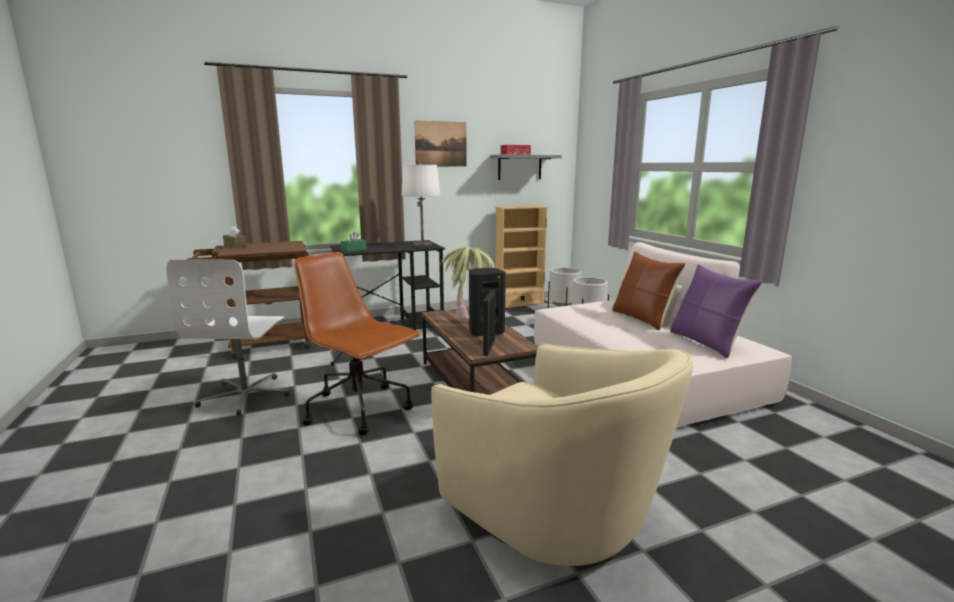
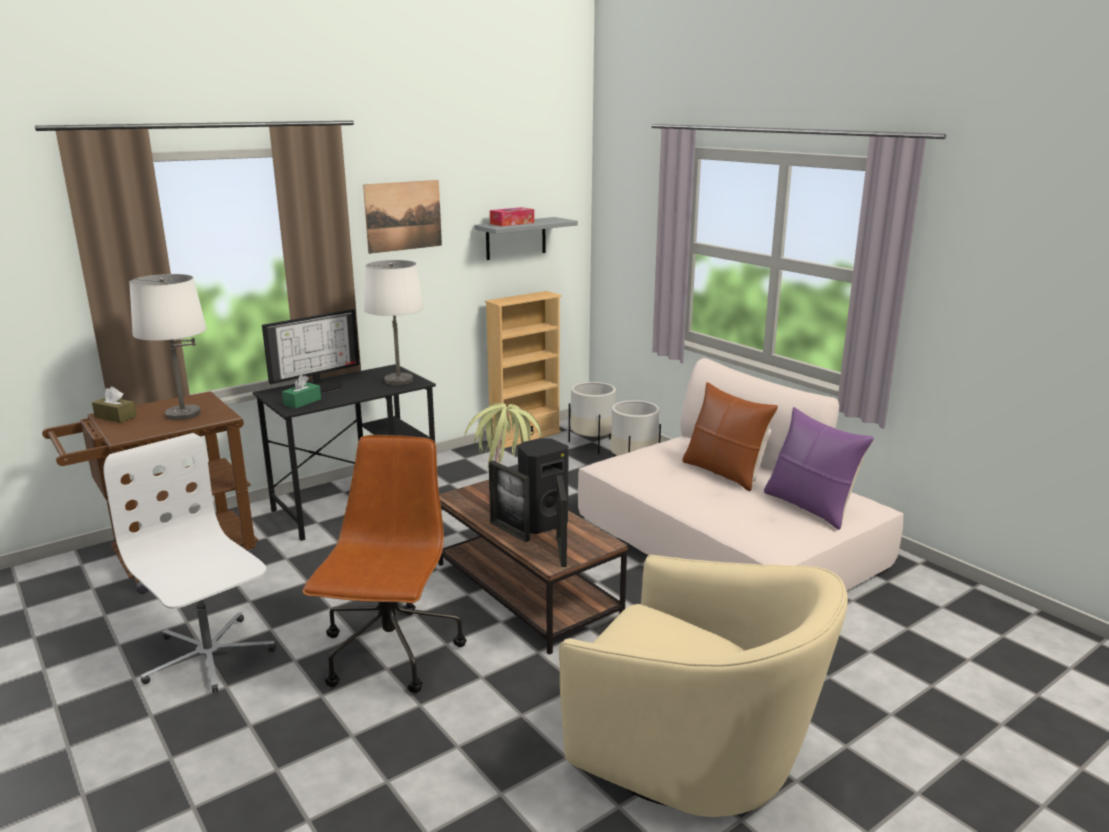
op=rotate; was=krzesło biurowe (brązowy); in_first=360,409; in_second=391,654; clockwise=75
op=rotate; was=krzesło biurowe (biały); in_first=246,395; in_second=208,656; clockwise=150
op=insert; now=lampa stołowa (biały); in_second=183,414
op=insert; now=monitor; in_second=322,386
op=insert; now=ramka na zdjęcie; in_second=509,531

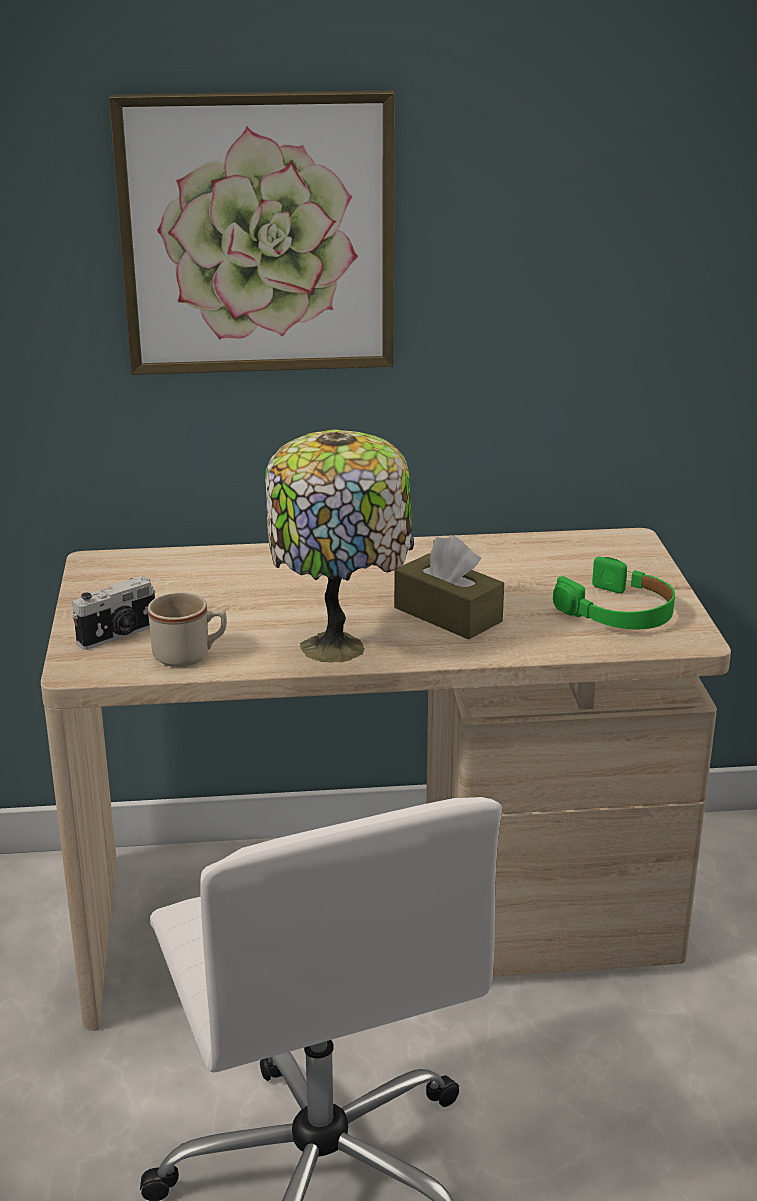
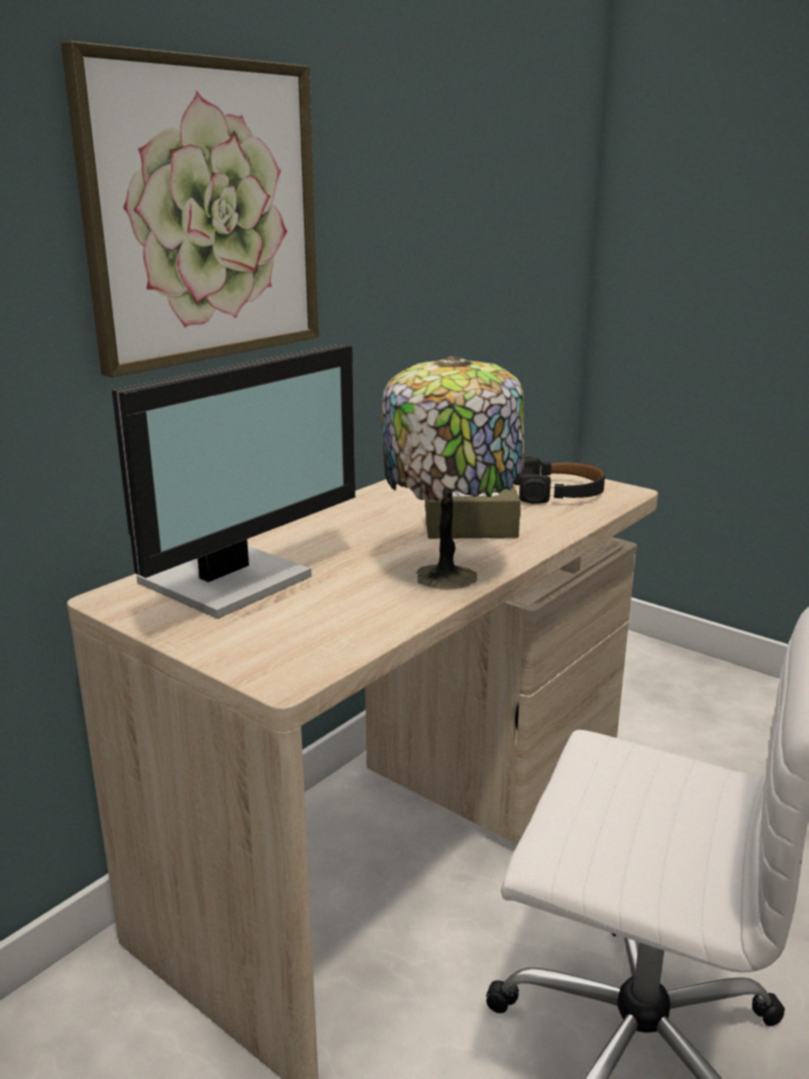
op=recolor; was=słuchawki (zielony); now=słuchawki (czarny); in_first=618,612; in_second=558,492
op=delete; was=aparat fotograficzny; in_first=118,635
op=delete; was=kubek (beżowy); in_first=190,655
op=insert; now=monitor; in_second=232,581

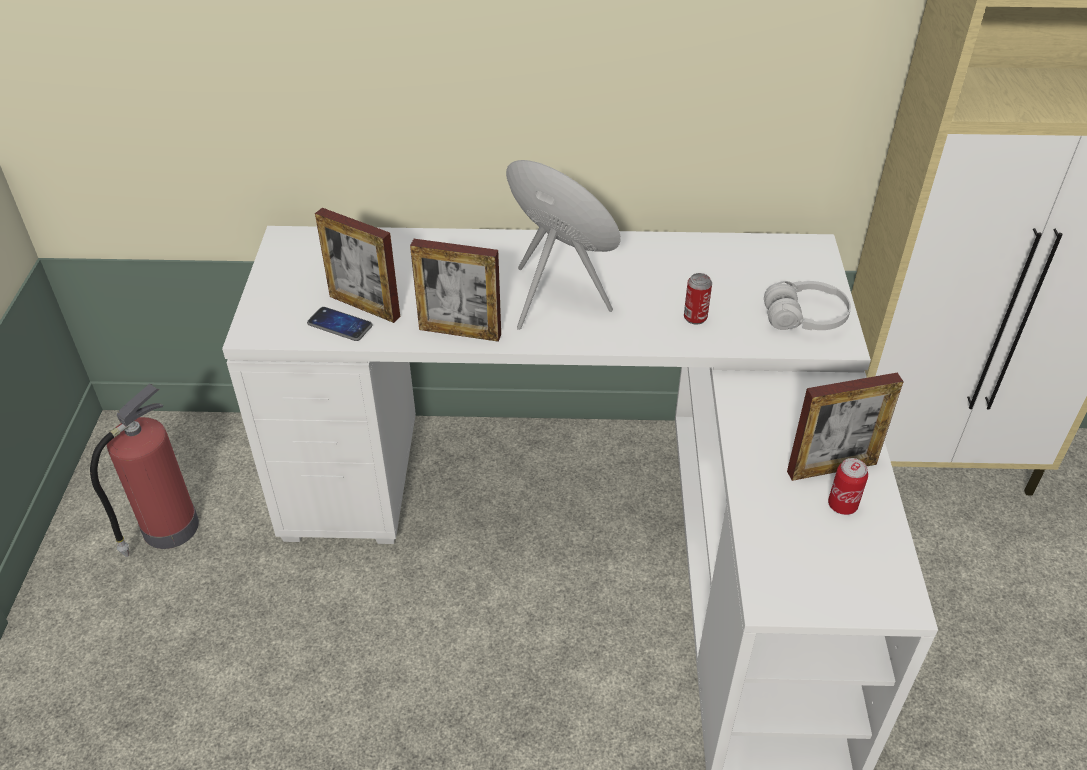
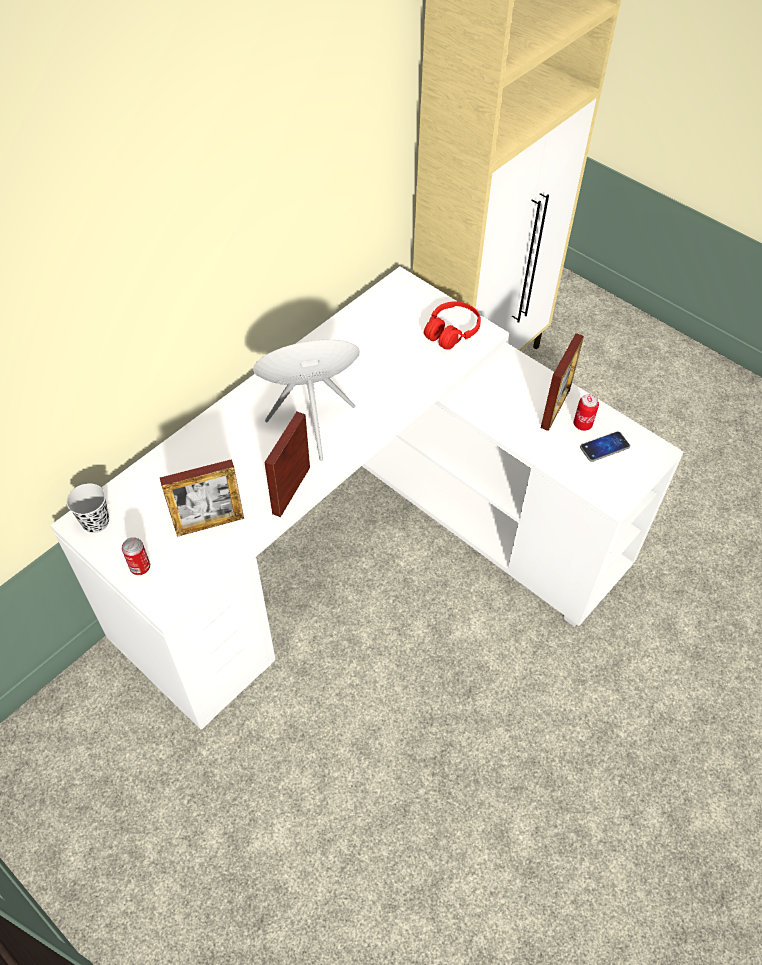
op=rotate; was=ramka na zdjęcie; in_first=460,332; in_second=291,490; clockwise=150
op=move; was=puszka; in_first=695,317; in_second=140,567
op=recolor; was=słuchawki (biały); now=słuchawki (czerwony); in_first=804,318; in_second=452,332
op=move; was=telefon; in_first=340,325; in_second=604,447
op=delete; was=gaśnica; in_first=167,529
op=insert; now=filiżanka (czarny); in_second=96,522

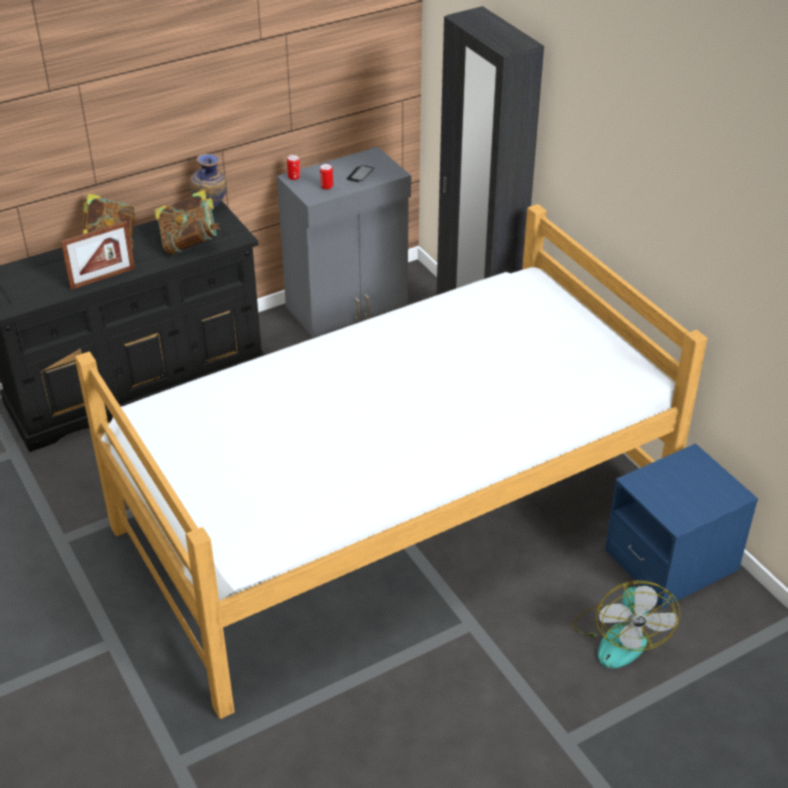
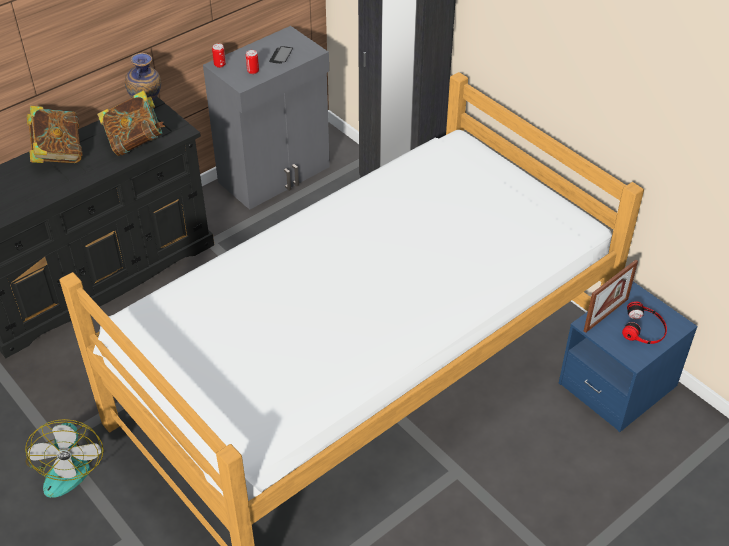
op=move; was=ramka na zdjęcie; in_first=102,278; in_second=606,315
op=move; was=wentylator; in_first=619,636; in_second=67,465
op=insert; now=słuchawki; in_second=644,328

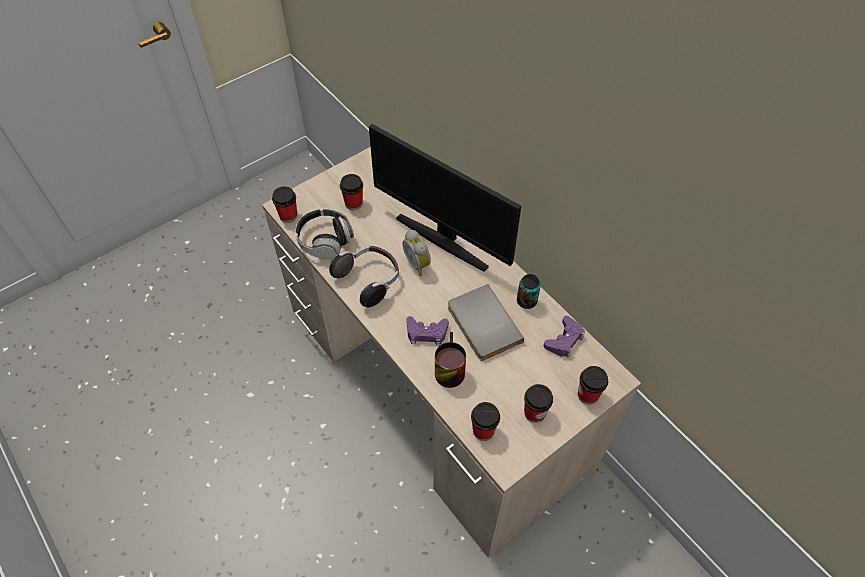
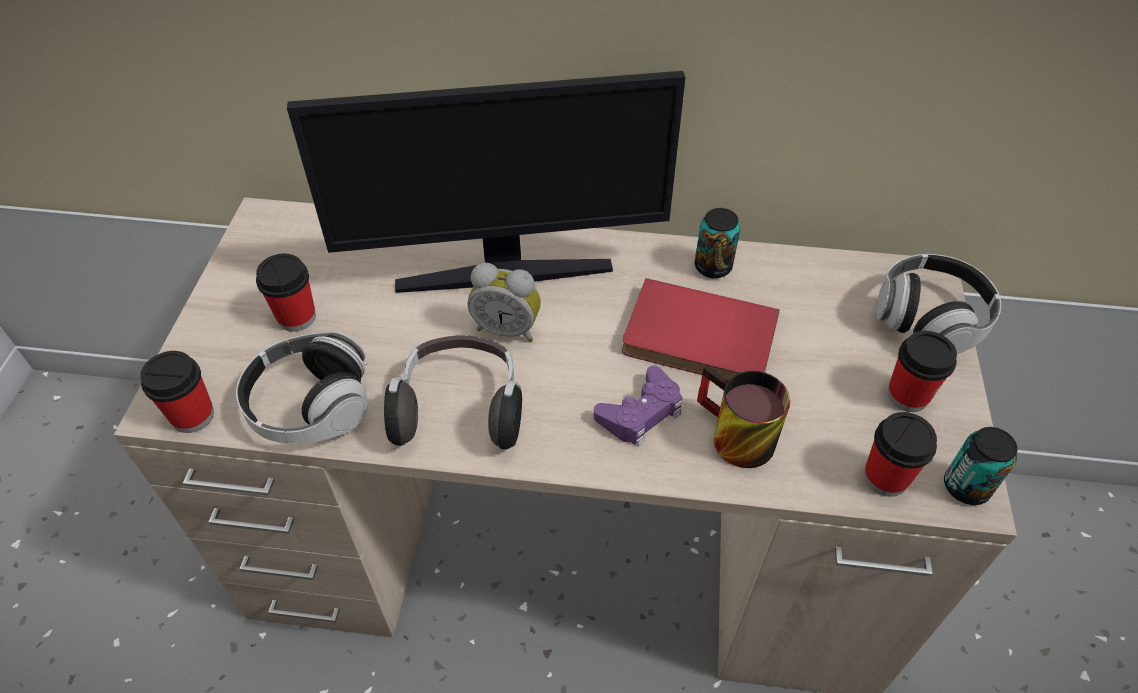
op=recolor; was=książka (szary); now=książka (czerwony); in_first=481,325; in_second=698,340
op=delete; was=pad do gier (fioletowy); in_first=564,340
op=replace; was=filiżanka; now=słuchawki; in_first=588,394; in_second=929,320
op=insert; now=puszka; in_second=966,487

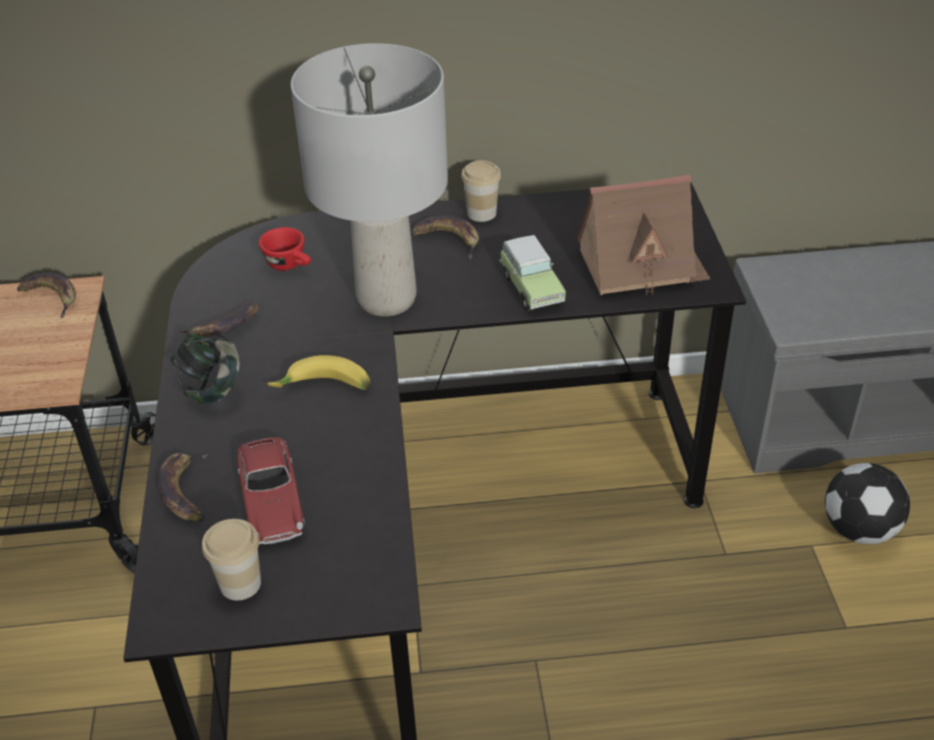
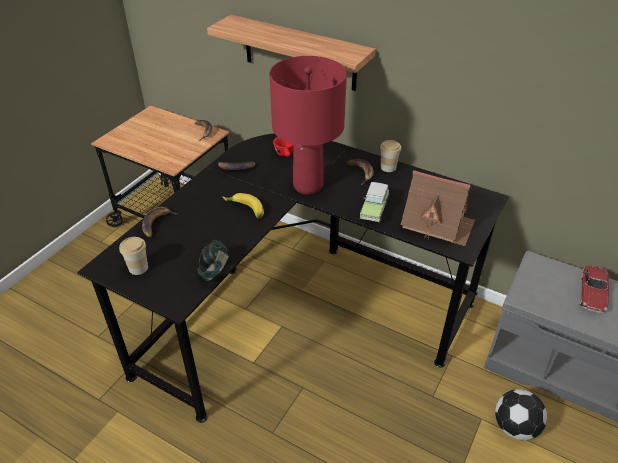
op=recolor; was=lampa stołowa (szary); now=lampa stołowa (czerwony); in_first=387,300; in_second=308,186
op=move; was=słuchawki; in_first=211,388; in_second=215,271
op=move; was=samochodzik; in_first=272,501; in_second=592,294
op=insert; now=półka; in_second=299,53

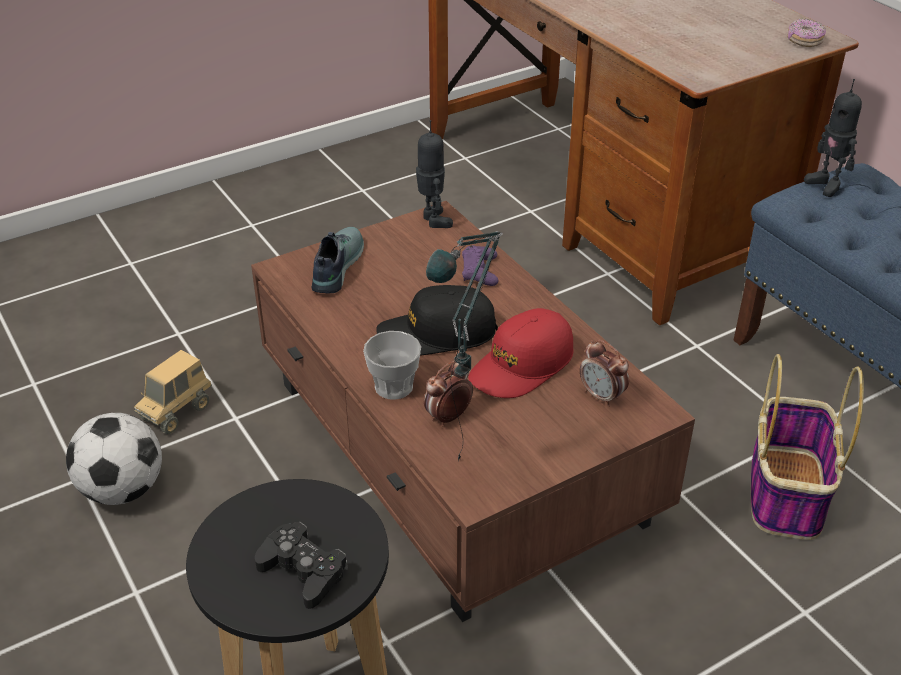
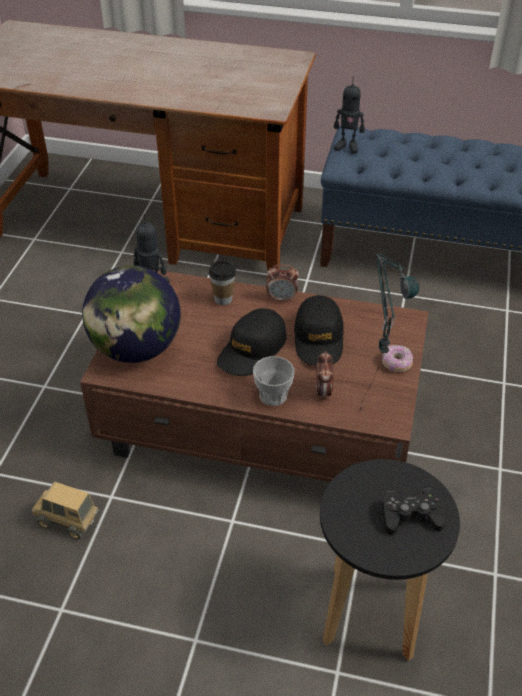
op=move; was=donut; in_first=804,41; in_second=396,363
op=replace; was=but; now=globus; in_first=335,267; in_second=136,349
op=replace; was=pad do gier (fioletowy); now=filiżanka; in_first=479,271; in_second=223,299
op=recolor; was=czapka z daszkiem (czerwony); now=czapka z daszkiem (czarny); in_first=522,365; in_second=319,338
op=move; was=budzik; in_first=602,396; in_second=282,298
op=rotate; was=ciężarówka zabawkowa; in_first=176,413; in_second=68,522; clockwise=120
op=delete; was=koszyk; in_first=785,491
op=delete; was=piłka futbolowa; in_first=123,490

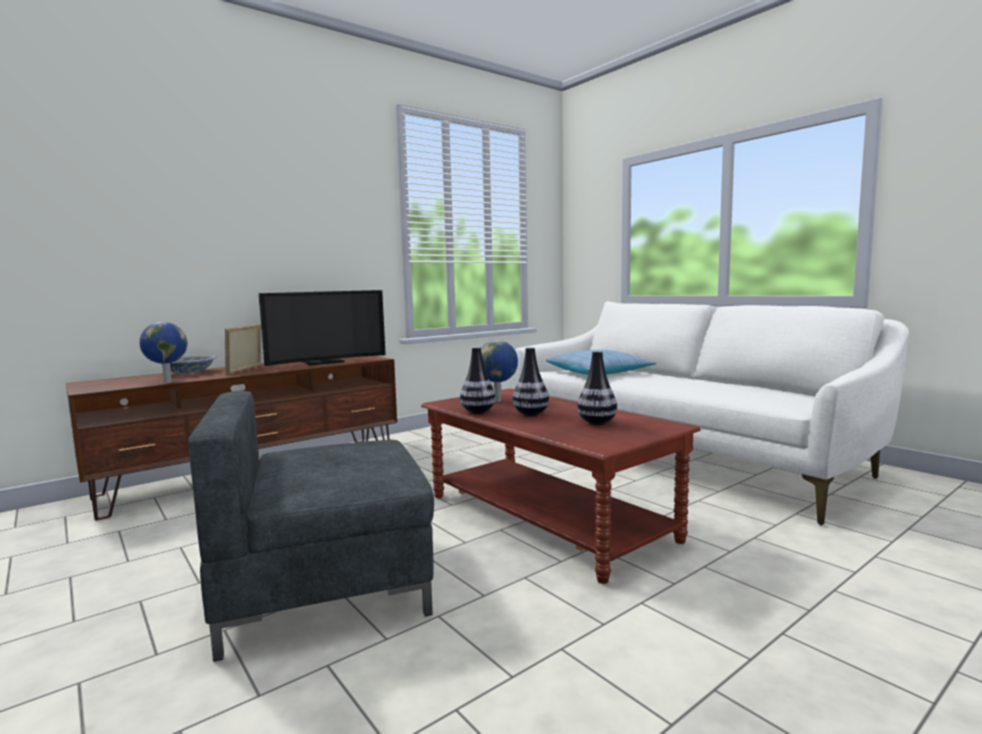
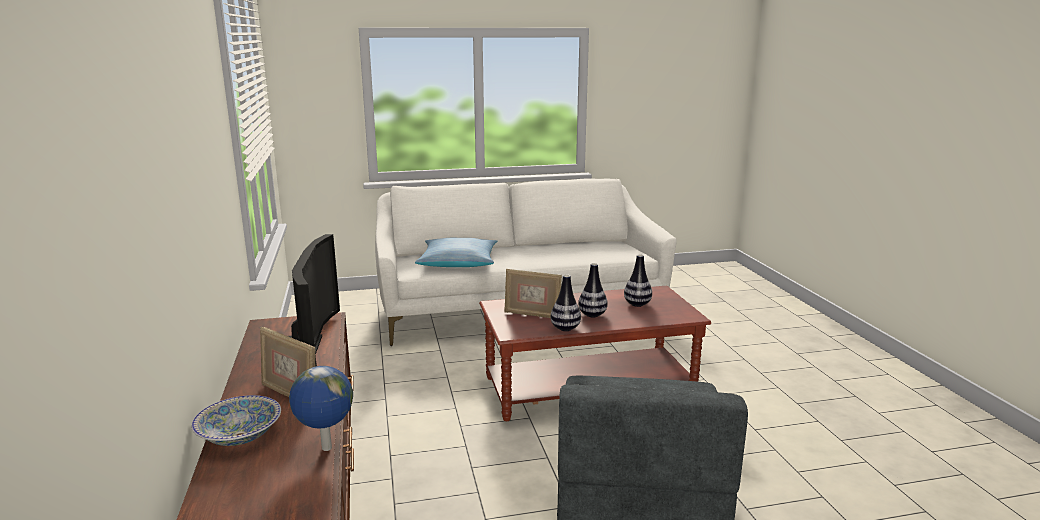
op=replace; was=globus; now=ramka na zdjęcie; in_first=498,401; in_second=532,314

